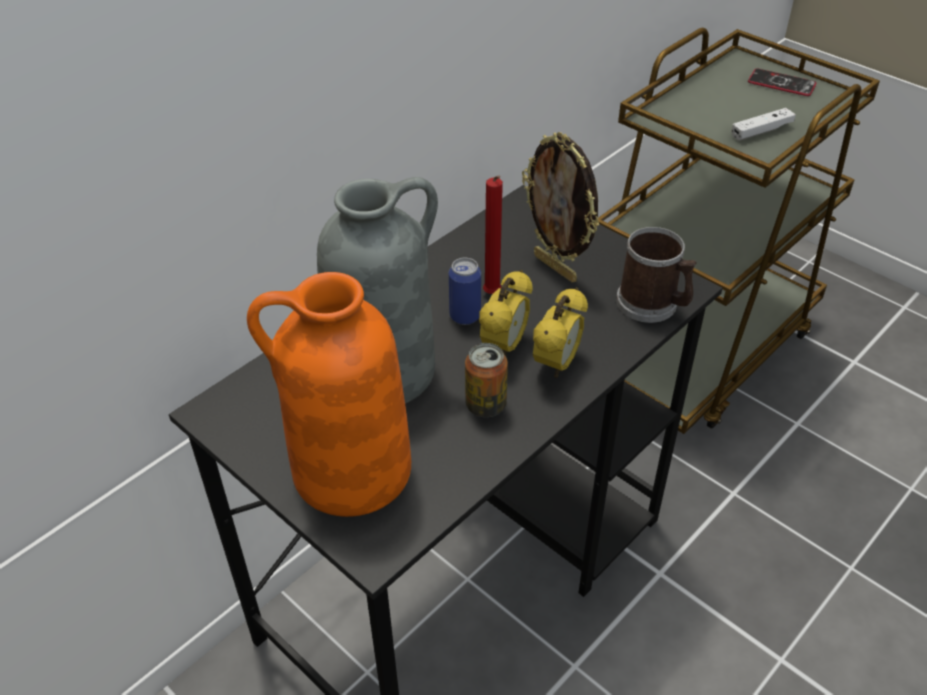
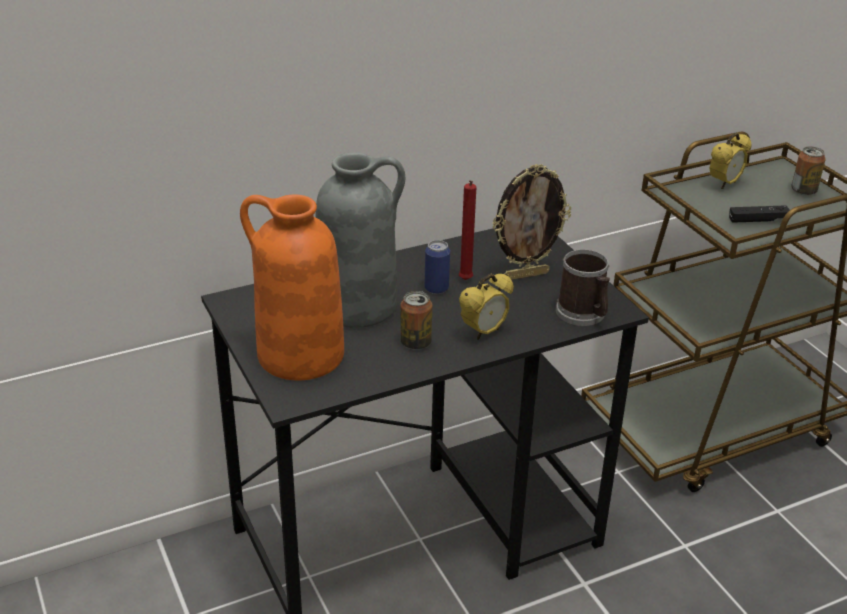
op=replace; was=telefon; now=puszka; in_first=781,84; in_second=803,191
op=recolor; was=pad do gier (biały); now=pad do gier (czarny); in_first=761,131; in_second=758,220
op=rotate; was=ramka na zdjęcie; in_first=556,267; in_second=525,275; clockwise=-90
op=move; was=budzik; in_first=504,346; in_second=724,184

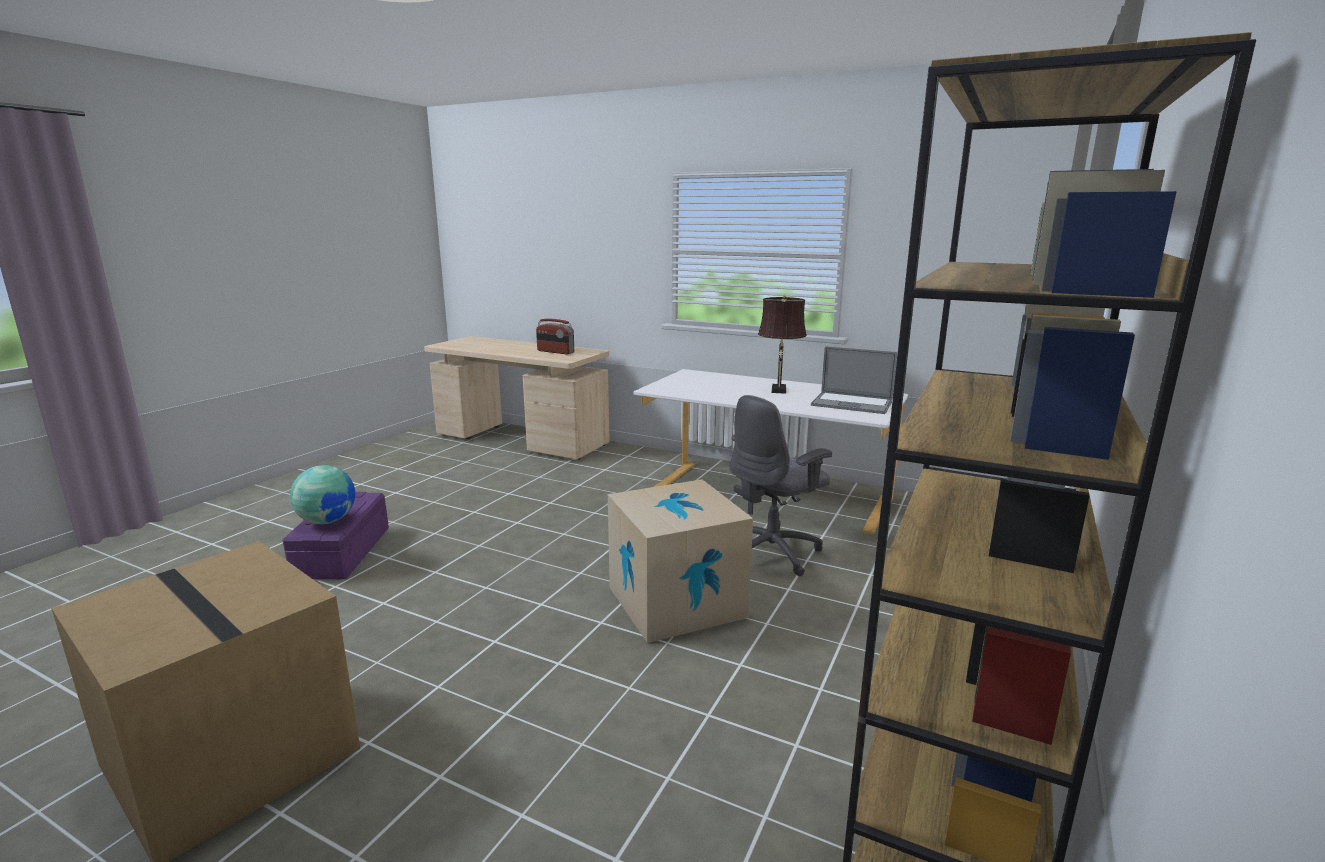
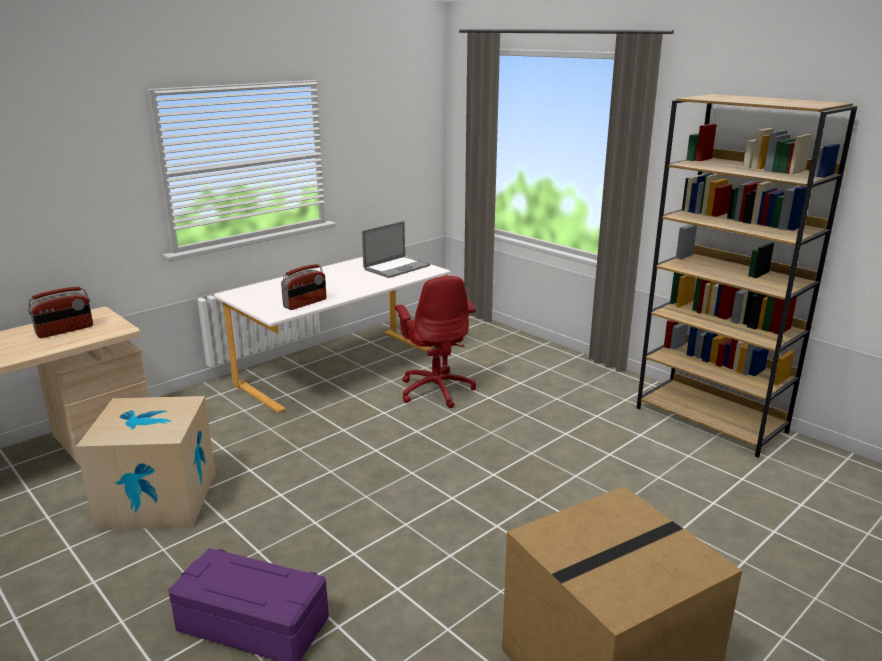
op=delete; was=lampa stołowa (brązowy); in_first=778,390
op=recolor; was=krzesło biurowe (szary); now=krzesło biurowe (czerwony); in_first=772,552; in_second=436,390
op=delete; was=globus; in_first=327,521
op=move; was=karton; in_first=676,602; in_second=158,499
op=insert; now=radio; in_second=305,303

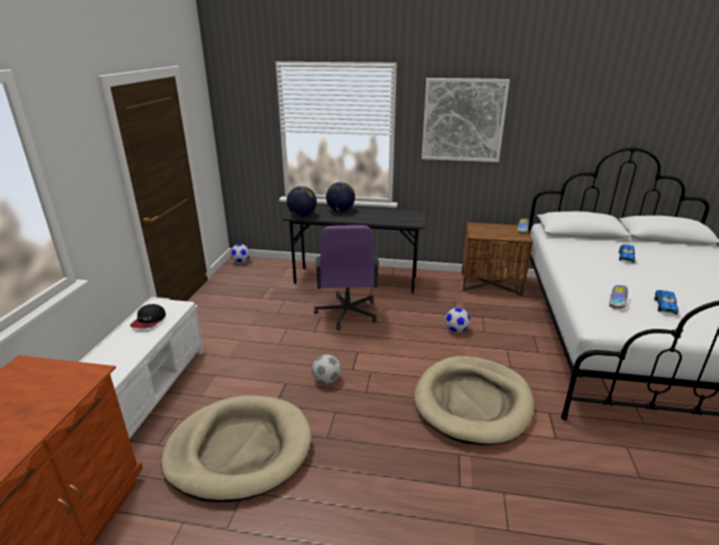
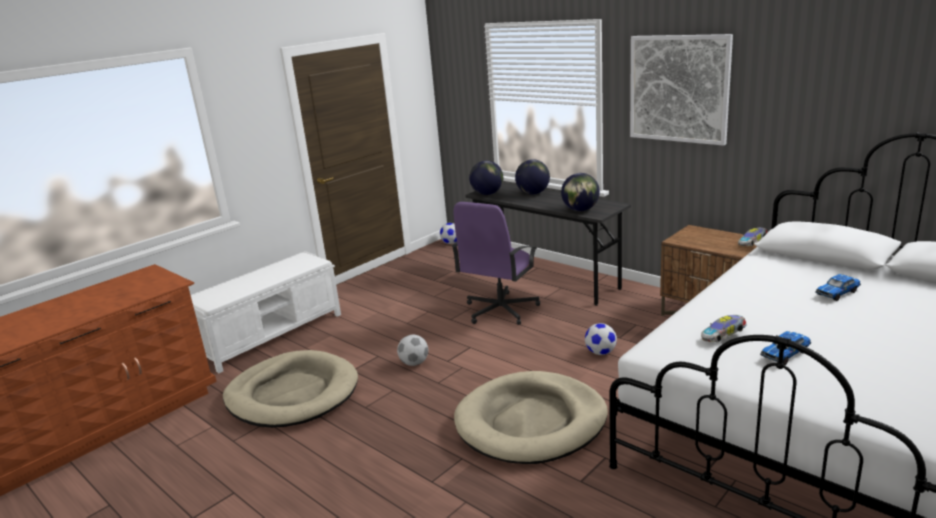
op=delete; was=czapka z daszkiem; in_first=149,321
op=insert; now=globus; in_second=580,210

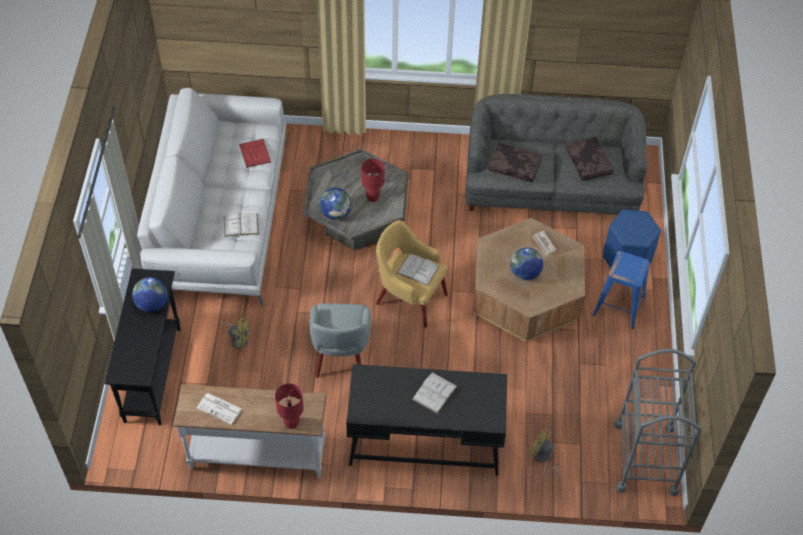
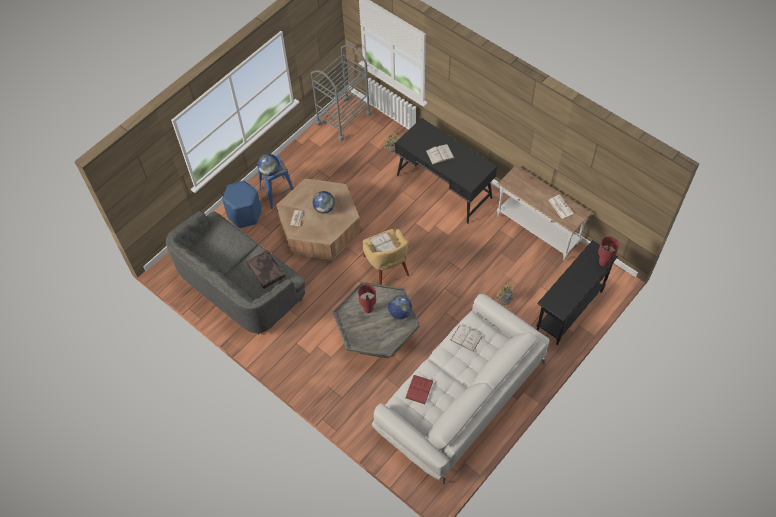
op=delete; was=poduszka (brązowy); in_first=589,163
op=move; was=globus; in_first=152,304; in_second=270,171
op=delete; was=fotel (szary); in_first=340,355
op=move; was=lampa stołowa (czerwony); in_first=291,423; in_second=603,263

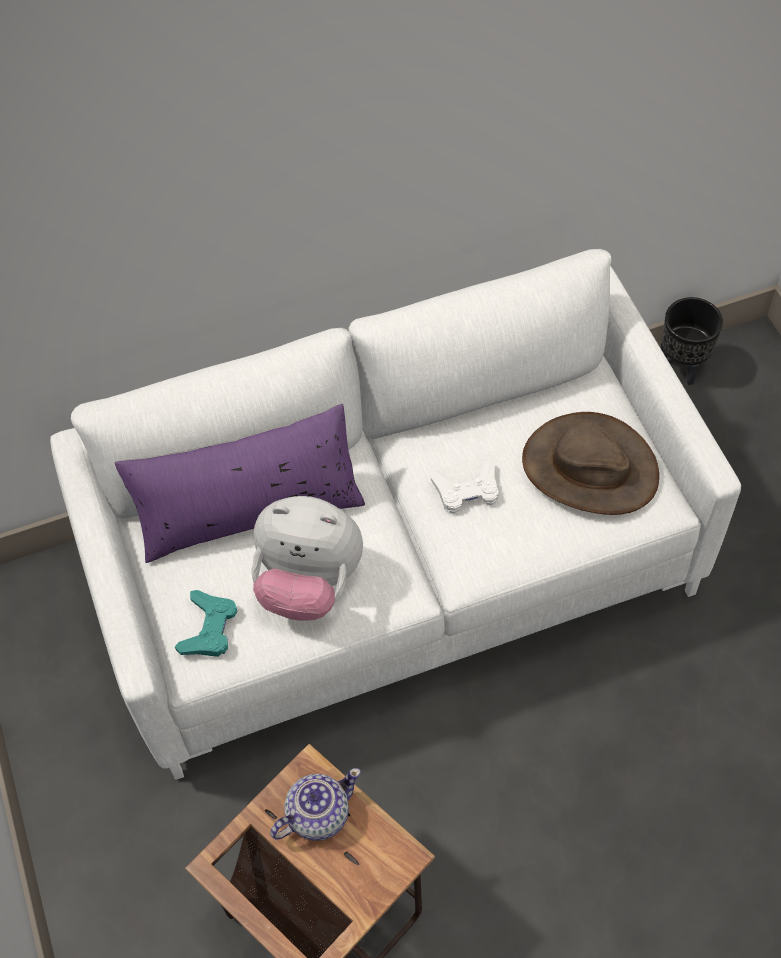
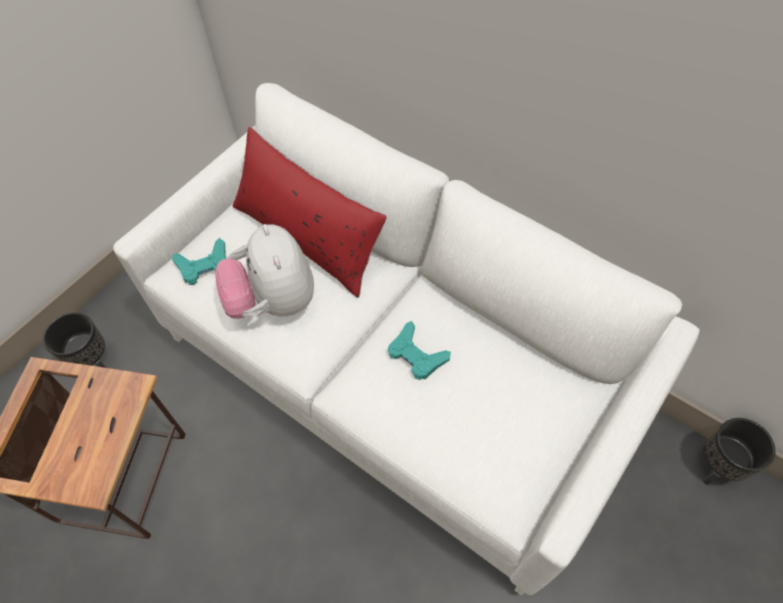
op=recolor; was=poduszka (fioletowy); now=poduszka (czerwony); in_first=249,510; in_second=308,236
op=delete; was=kapelusz (brązowy); in_first=589,468
op=recolor; was=pad do gier (biały); now=pad do gier (turkusowy); in_first=467,490; in_second=416,355
op=delete; was=imbryk; in_first=317,815
op=insert; now=donica (czarny); in_second=95,362

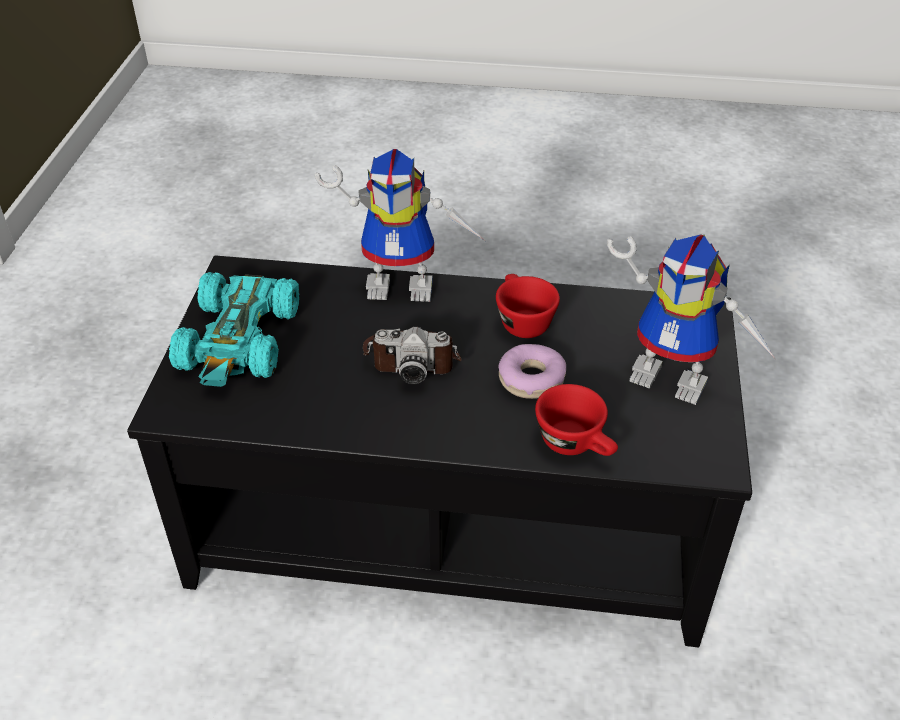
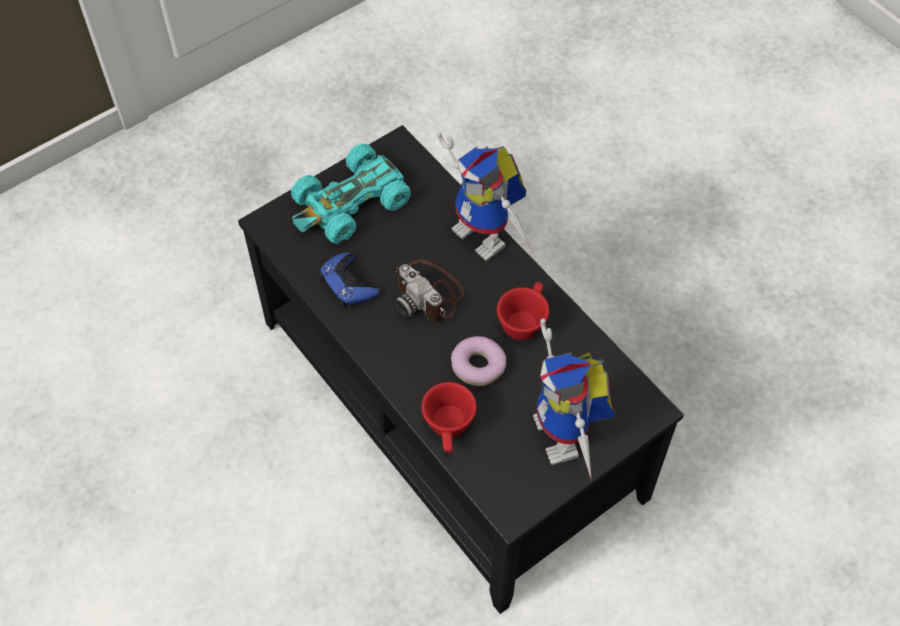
op=insert; now=pad do gier (niebieski); in_second=348,284

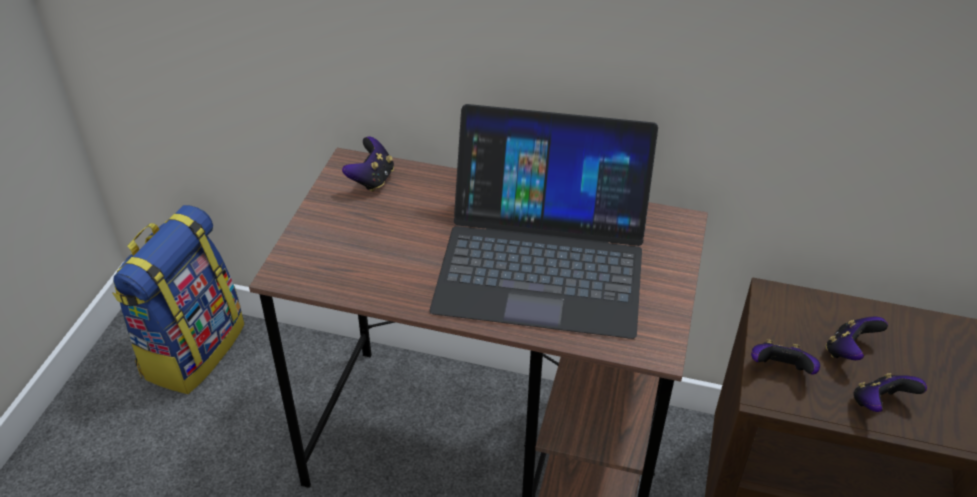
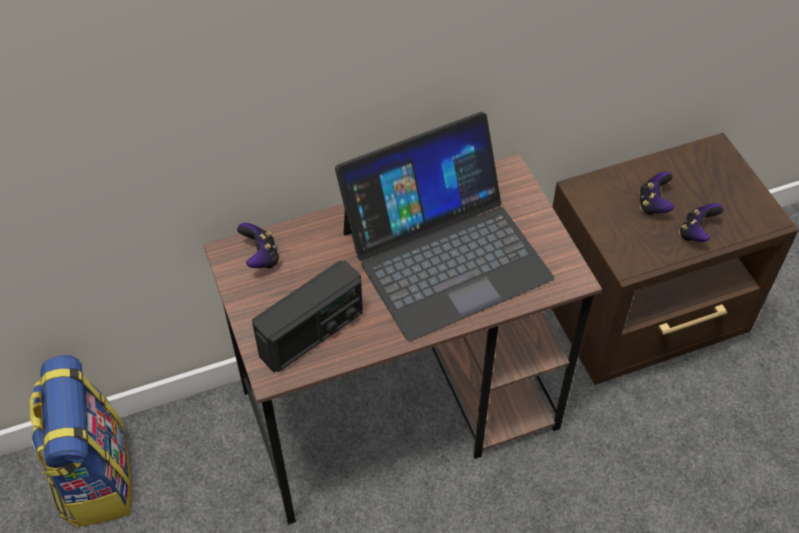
op=delete; was=pad do gier; in_first=779,370
op=insert; now=radio; in_second=312,334

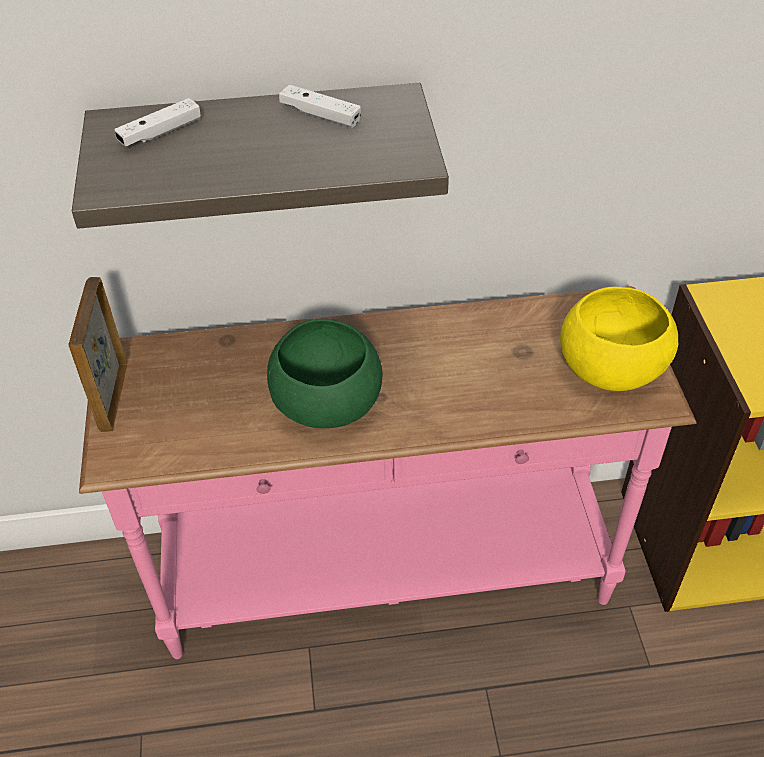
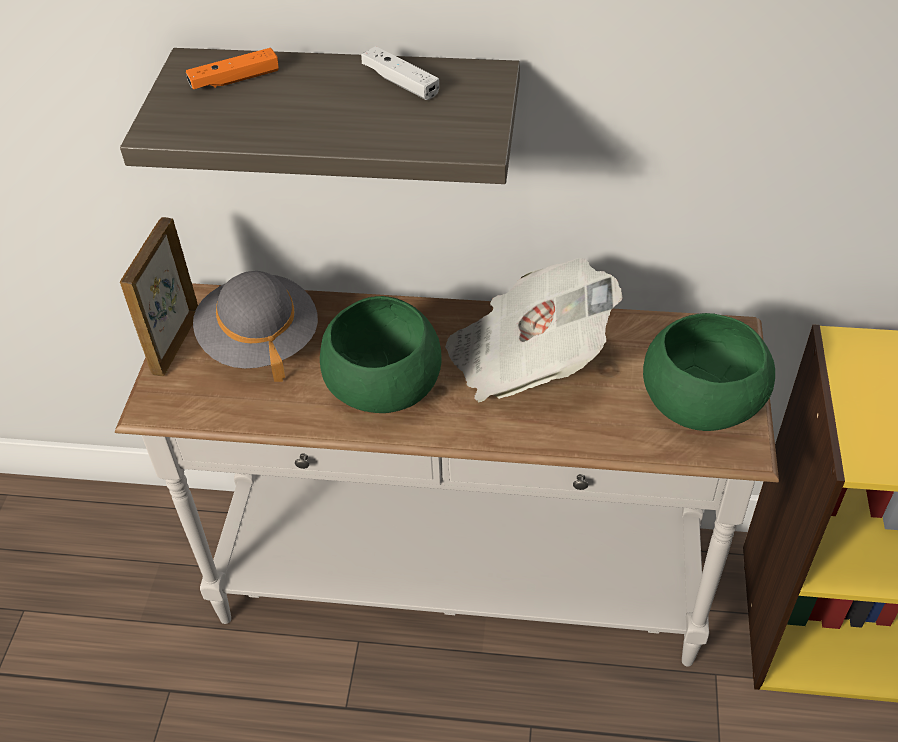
op=recolor; was=pad do gier (biały); now=pad do gier (pomarańczowy); in_first=160,132; in_second=234,80
op=recolor; was=stolik konsolowy (różowy); now=stolik konsolowy (biały); in_first=386,578; in_second=458,587
op=recolor; was=miska (żółty); now=miska (zielony); in_first=612,365; in_second=702,401
op=insert; now=gazeta; in_second=527,359
op=insert; now=kapelusz (szary); in_second=260,342

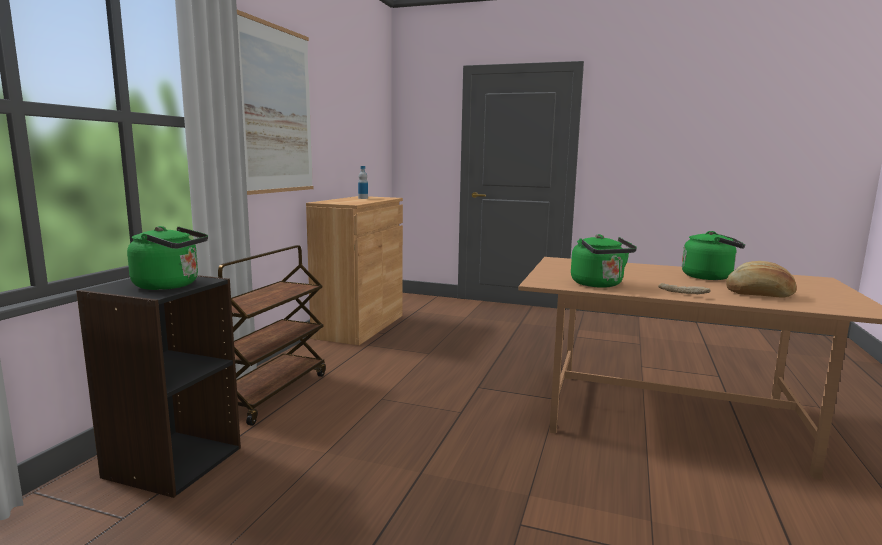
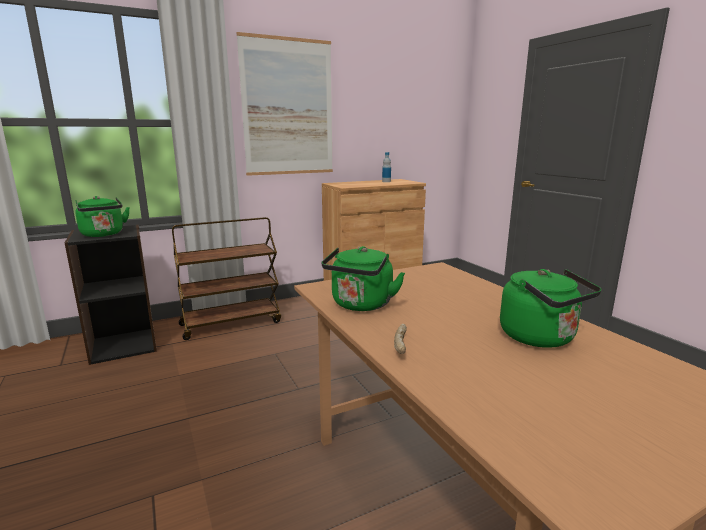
op=delete; was=chleb; in_first=759,294

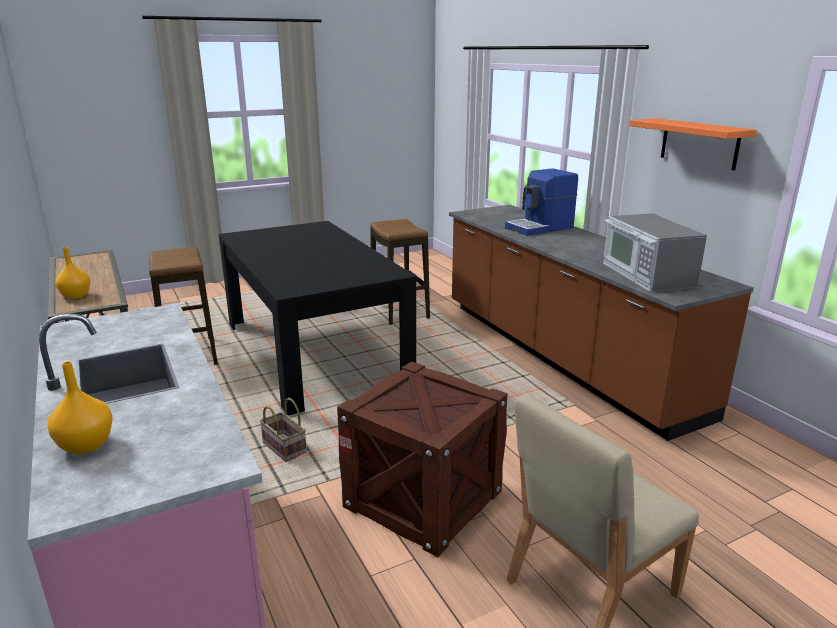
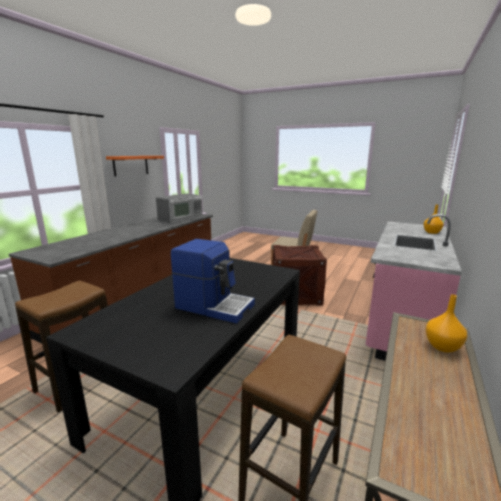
op=move; was=ekspres do kawy; in_first=540,228; in_second=214,306
op=delete; was=koszyk; in_first=283,448

